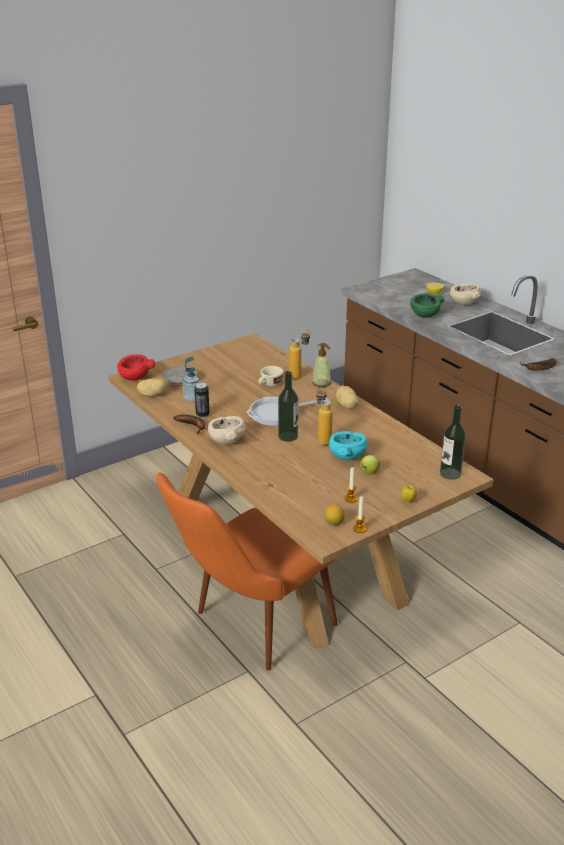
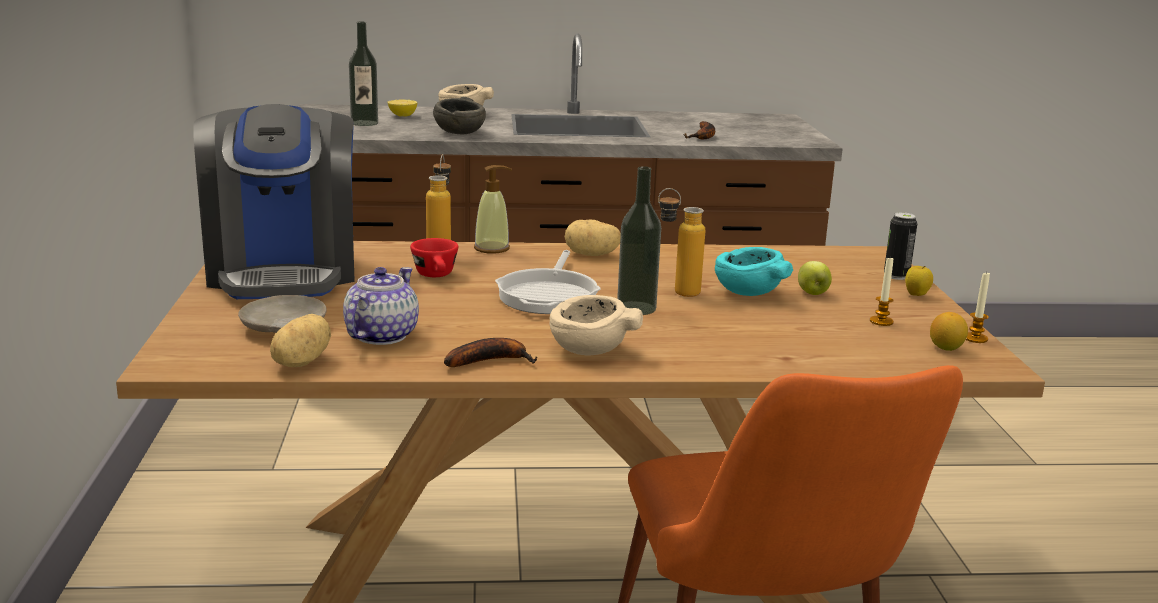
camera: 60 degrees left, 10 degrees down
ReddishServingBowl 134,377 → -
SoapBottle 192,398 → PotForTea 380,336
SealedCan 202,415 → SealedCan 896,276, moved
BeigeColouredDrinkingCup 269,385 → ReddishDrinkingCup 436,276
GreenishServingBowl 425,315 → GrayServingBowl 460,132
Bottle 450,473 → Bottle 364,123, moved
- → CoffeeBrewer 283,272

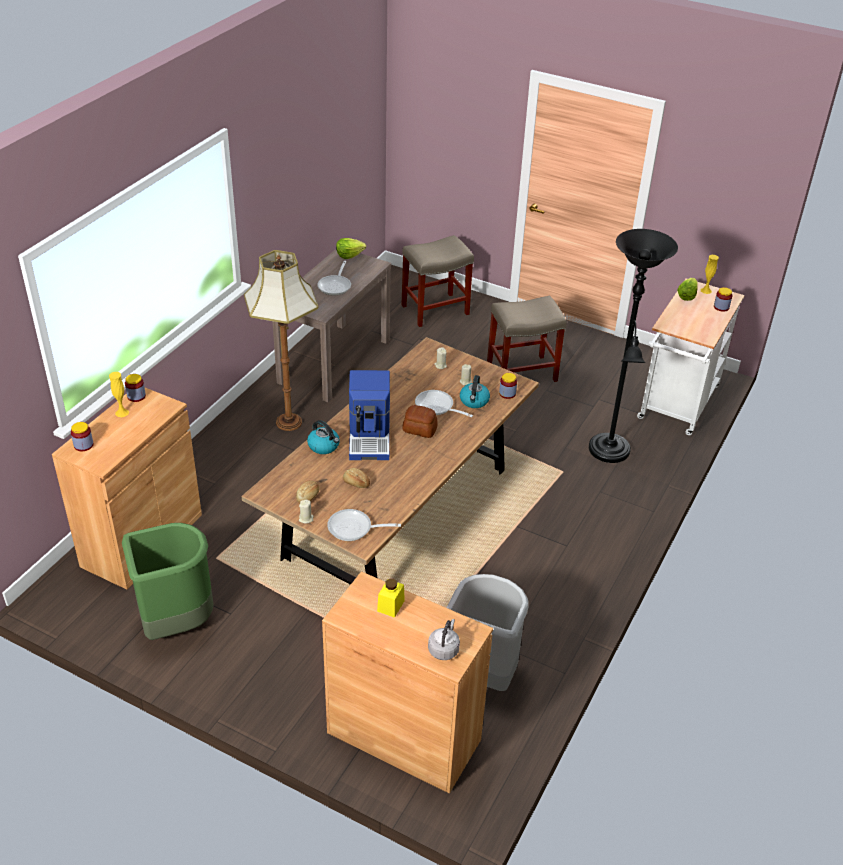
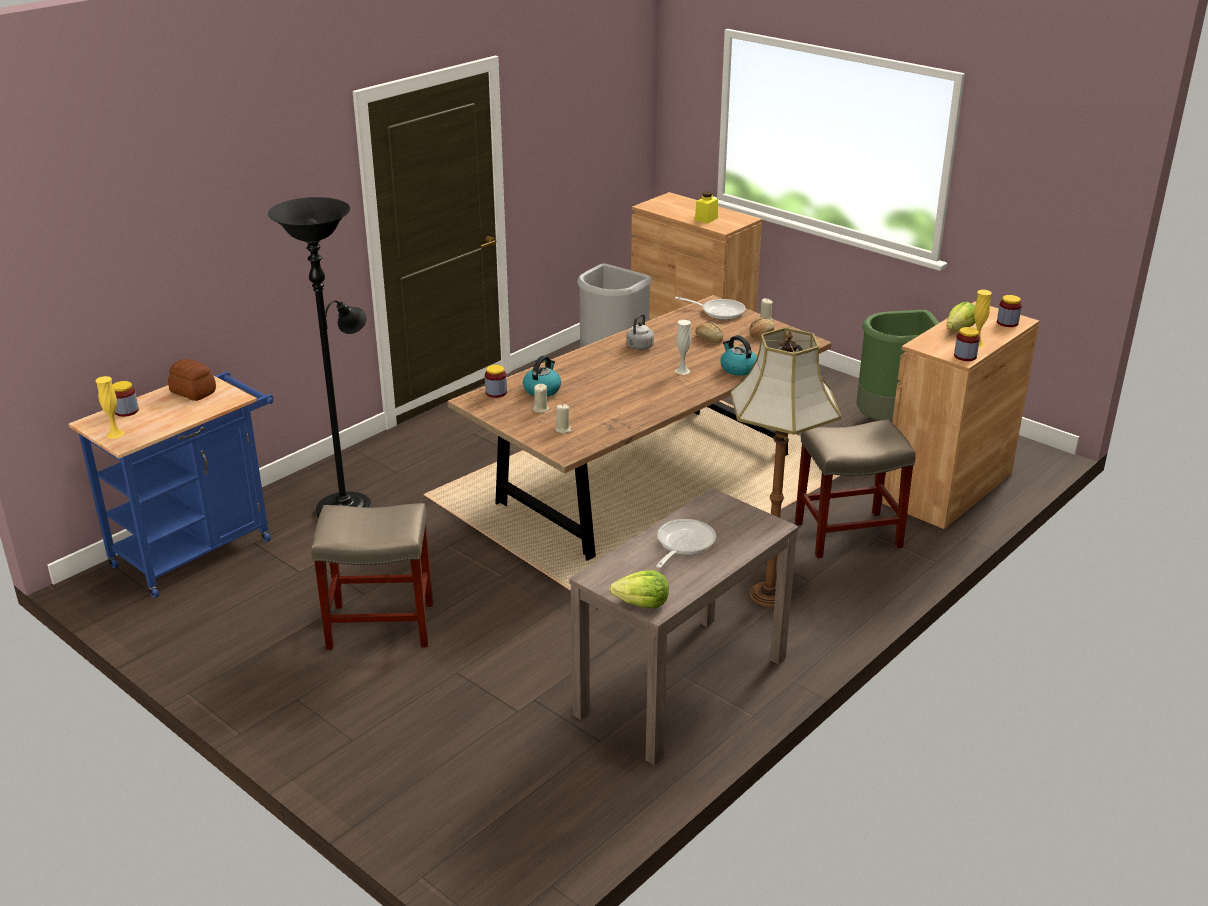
camera: 165 degrees left, 10 degrees down
CoffeeBrewer 370,437 → WhiteColouredDecorativeVase 682,371
BeigeColouredStool 436,309 → BeigeColouredStool 846,535, moved
Bread 419,429 → Bread 193,392, moved
FryingPan 437,407 → -
GrayWaterKettle 444,649 → GrayWaterKettle 639,347, moved
WhiteColouredWheeledCart 677,406 → BlueWheeledCart 200,548
LettuceHead 686,296 → LettuceHead 960,330, moved

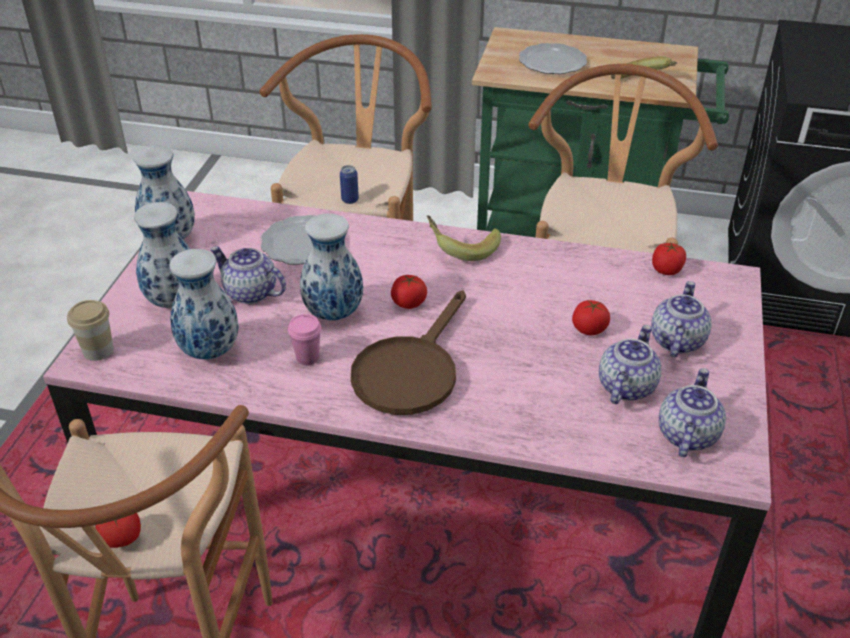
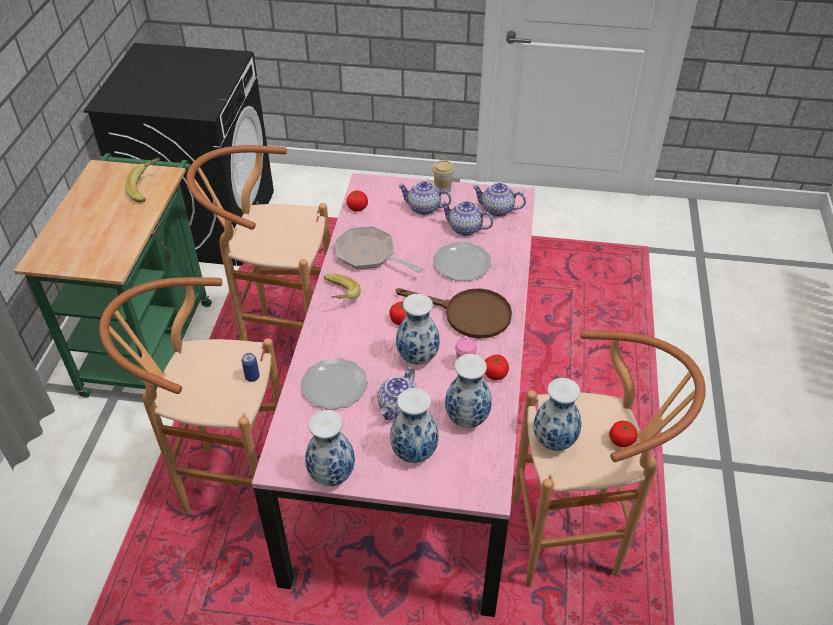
camera: 95 degrees left, 5 degrees up
DrinkingCup 98,350 → DrinkingCup 442,189, moved
FlatDish 552,61 → FlatDish 461,263, moved
WholeTomato 589,329 → WholeTomato 495,374, moved
- → FryingPan 369,255
- → DecorativeVase 554,442

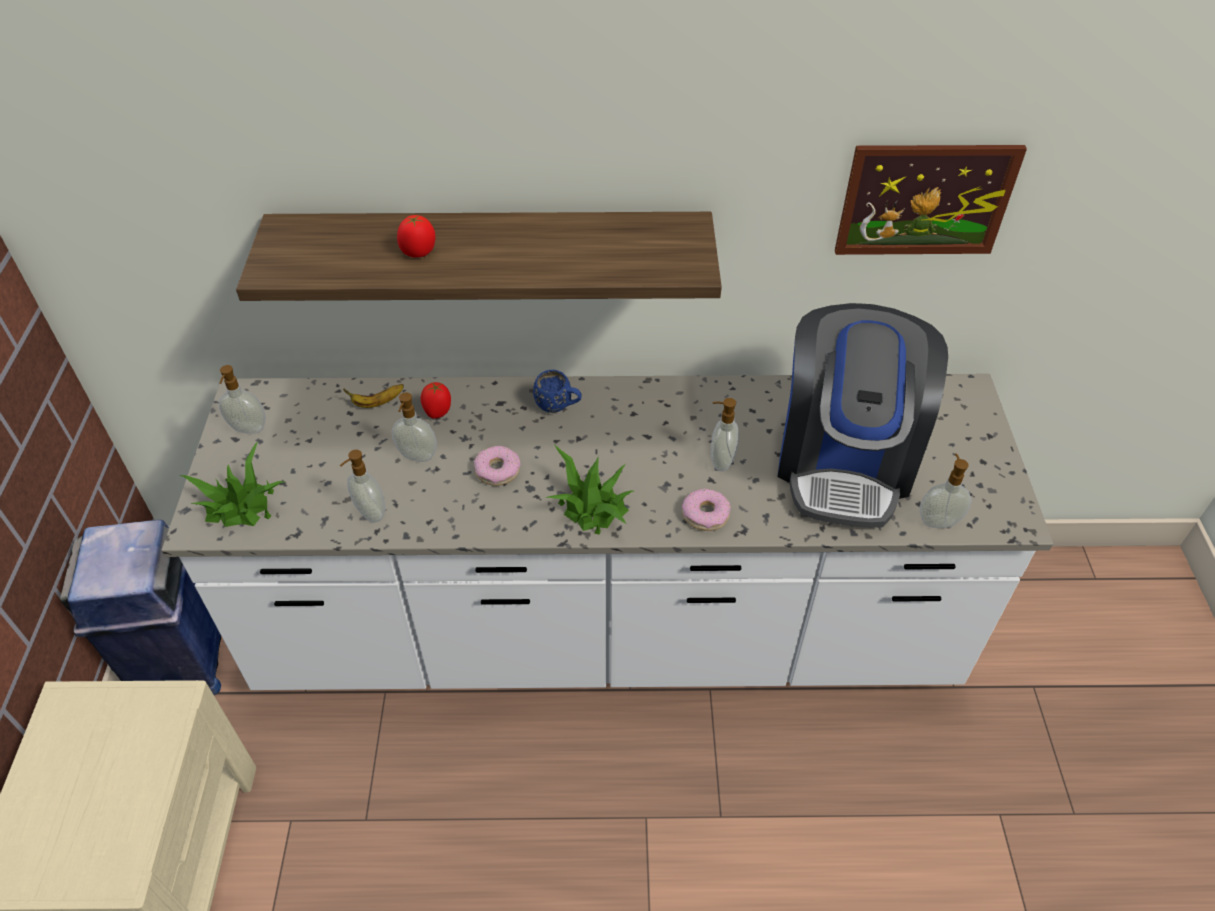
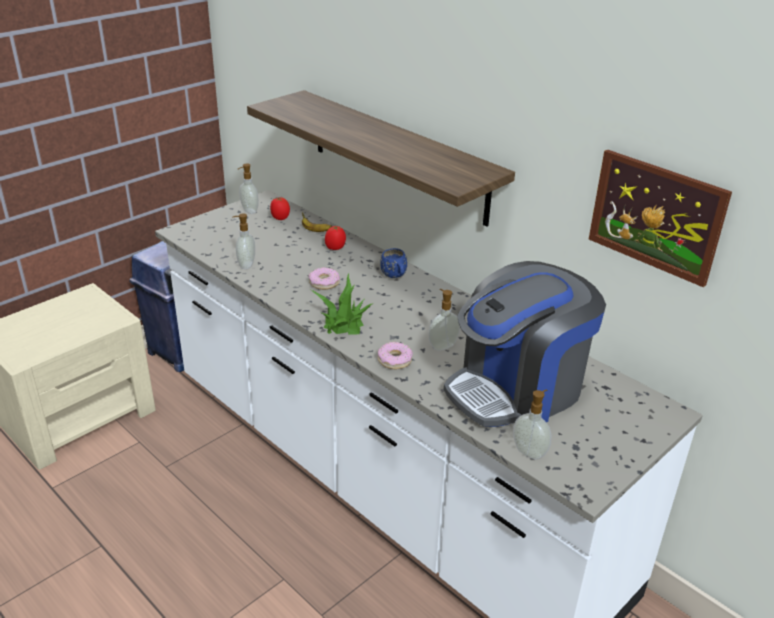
camera: 45 degrees right, 15 degrees down
Houseplant 241,505 → -
SoapBottle 417,456 → -
WholeTomato 419,252 → WholeTomato 280,218, moved

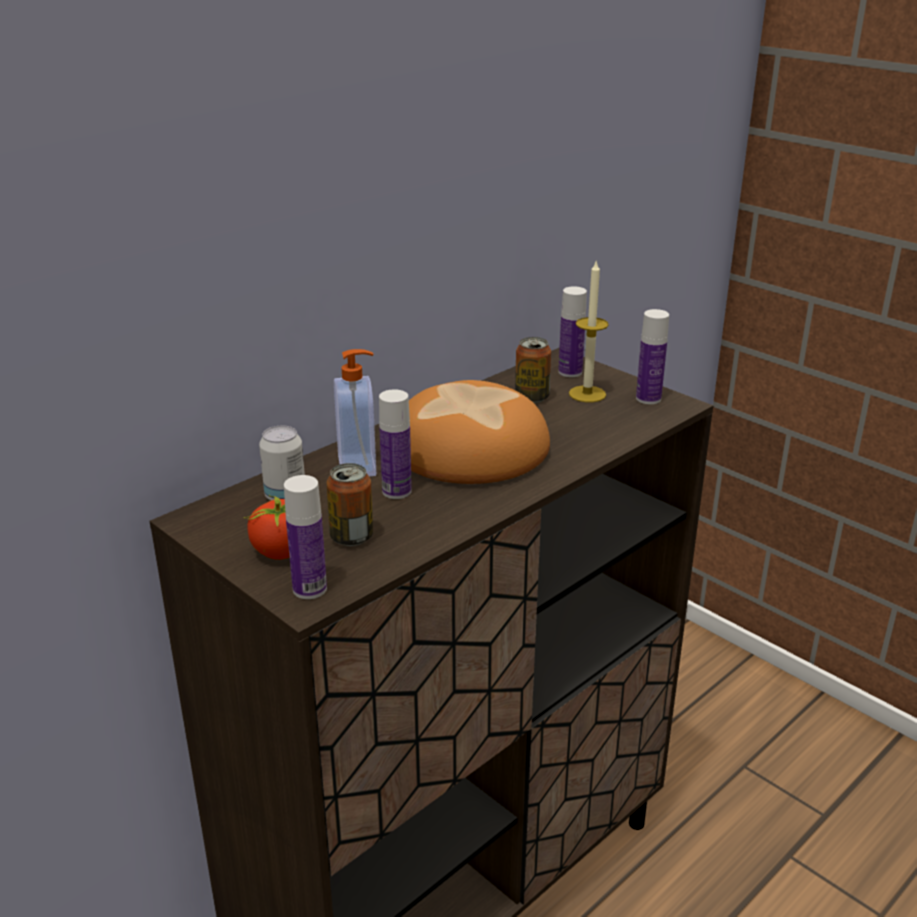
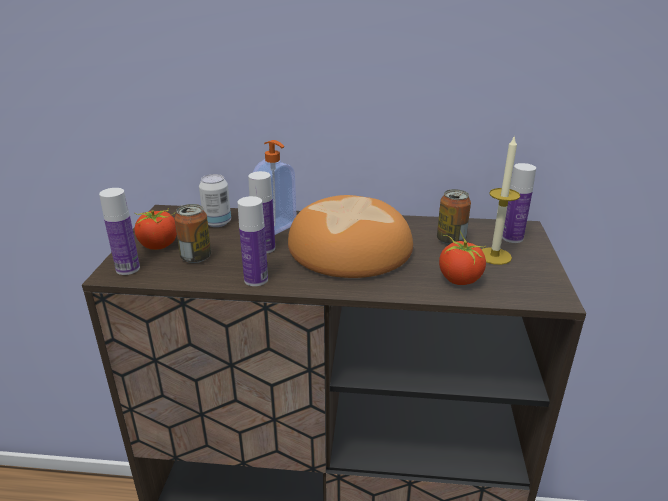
camera: 50 degrees right, 0 degrees up
Bottle 648,398 → Bottle 256,279, moved
- → WholeTomato 459,279

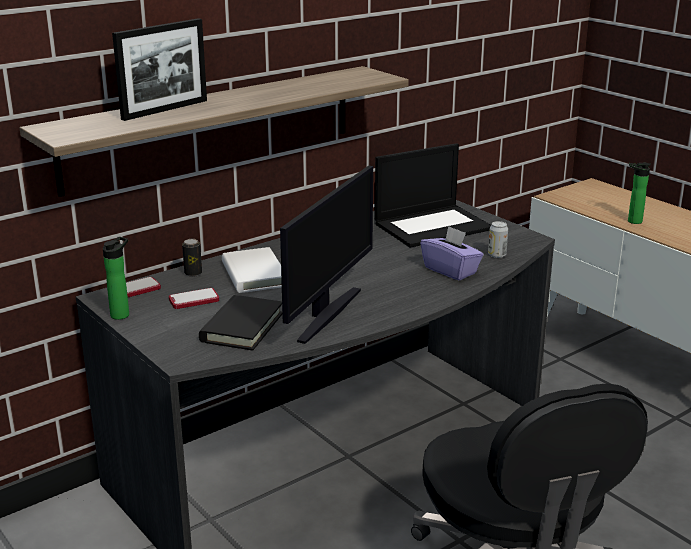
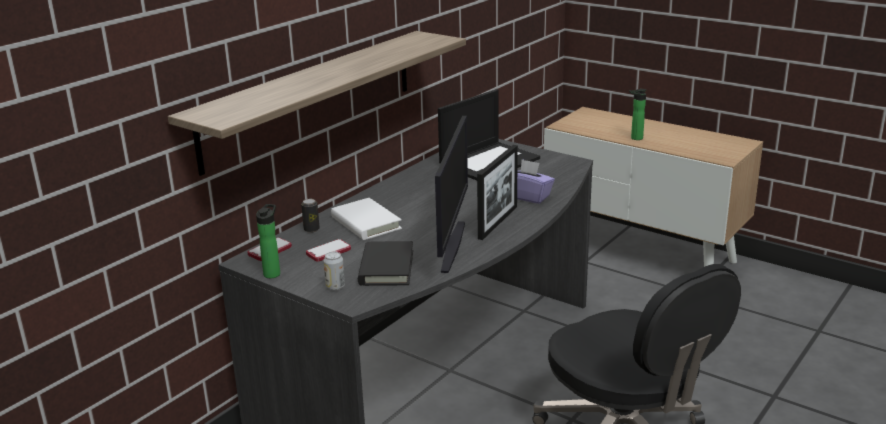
camera: 15 degrees left, 0 degrees up
StandingFrame 165,110 → StandingFrame 498,222, moved
SealedCan 497,255 → SealedCan 335,286, moved

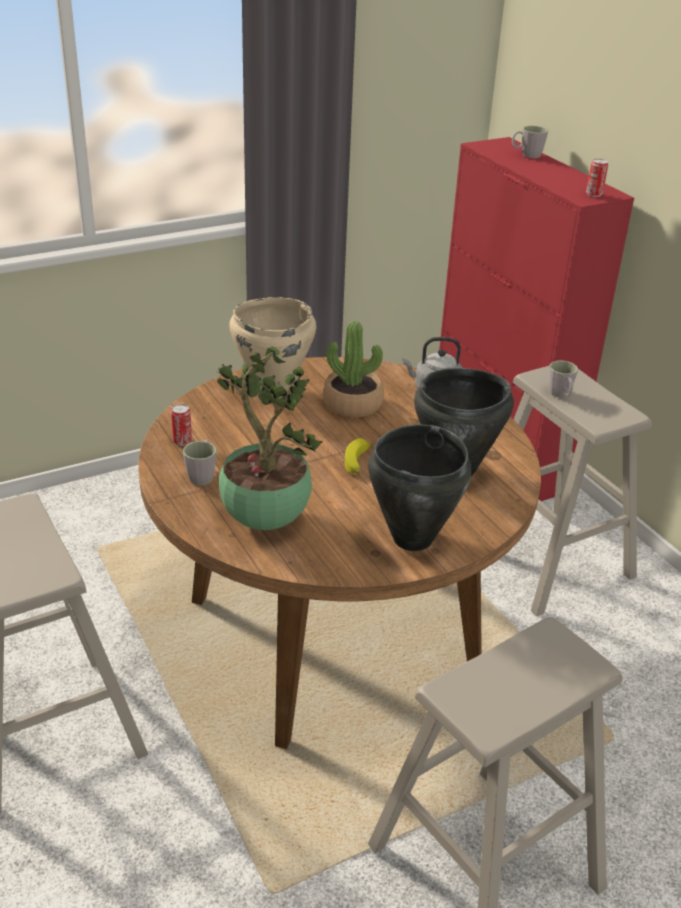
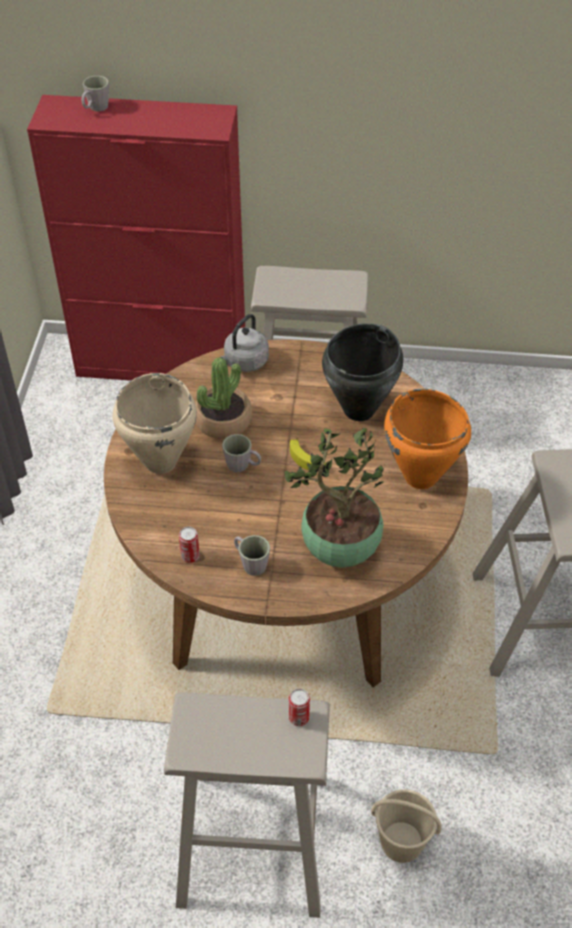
camera: 55 degrees left, 15 degrees up
BlackColouredCookingPot 411,538 → OrangeColouredCookingPot 420,477
GrayCoffeeMug 561,395 → GrayCoffeeMug 242,466, moved
SealedCan 594,194 → SealedCan 299,718, moved
- → BeigeColouredBucket 400,841

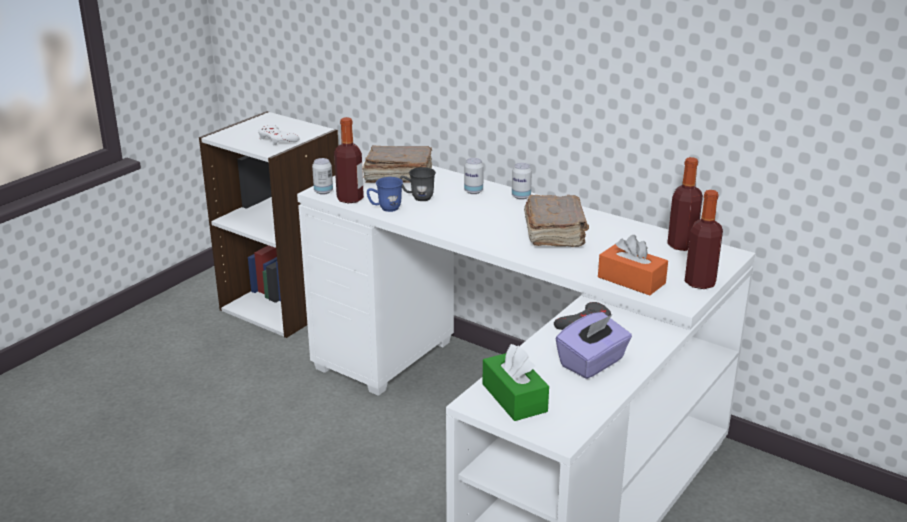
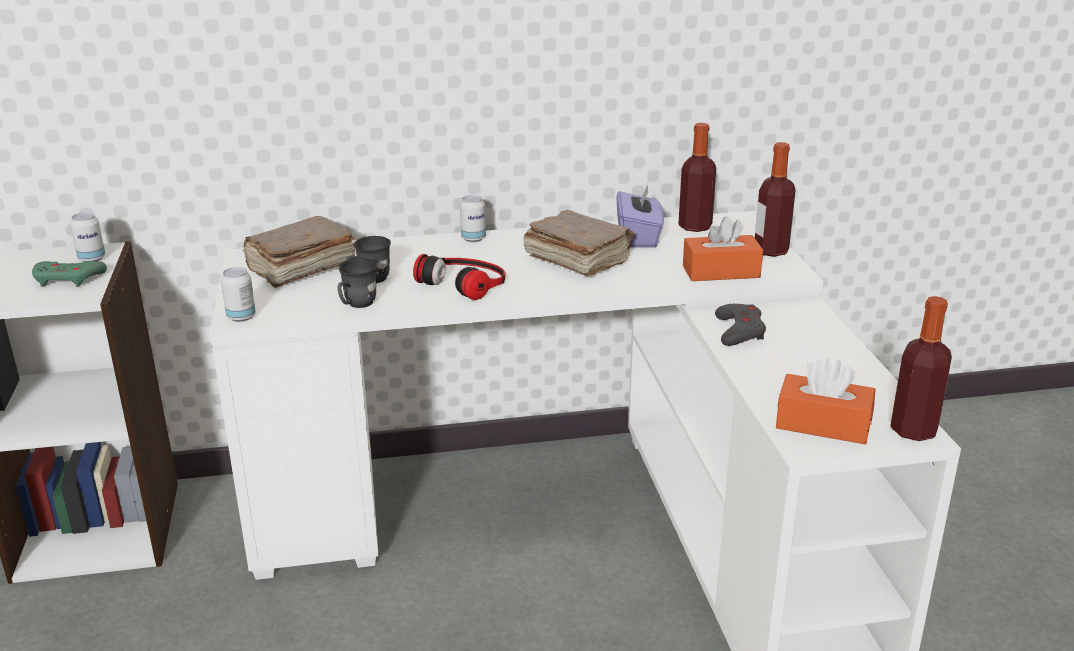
camera: 45 degrees left, 0 degrees up
WhiteColouredJoypad 277,139 → GreenishJoypad 68,279
Bottle 350,199 → Bottle 913,430, moved
BlueCoffeeMug 385,208 → GrayCoffeeMug 356,305
SealedCan 473,191 → SealedCan 92,259, moved
GreenishTissueBox 514,398 → OrangeColouredTissueBox 823,424
PurplishTissueBox 592,363 → PurplishTissueBox 638,237, moved
- → Headphones 465,281

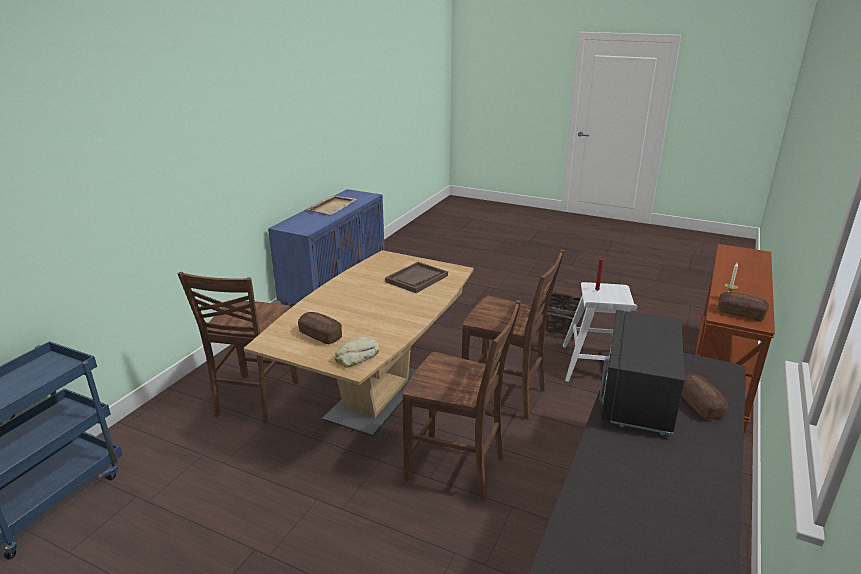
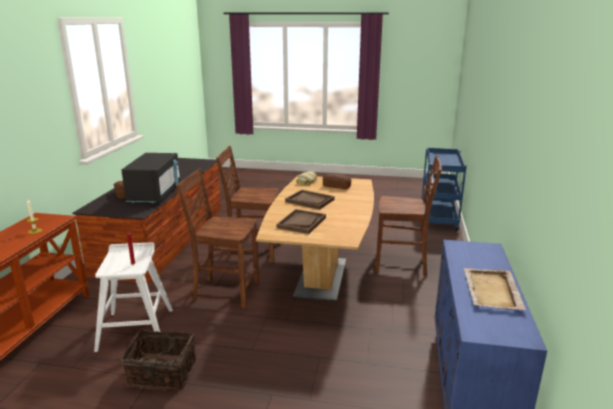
camera: 165 degrees right, 5 degrees down
BrownColouredUprightChair 255,399 → BrownColouredUprightChair 402,265, 105 degrees clockwise
Bread 740,313 → -
- → BrownColouredCarryingTray 310,201

